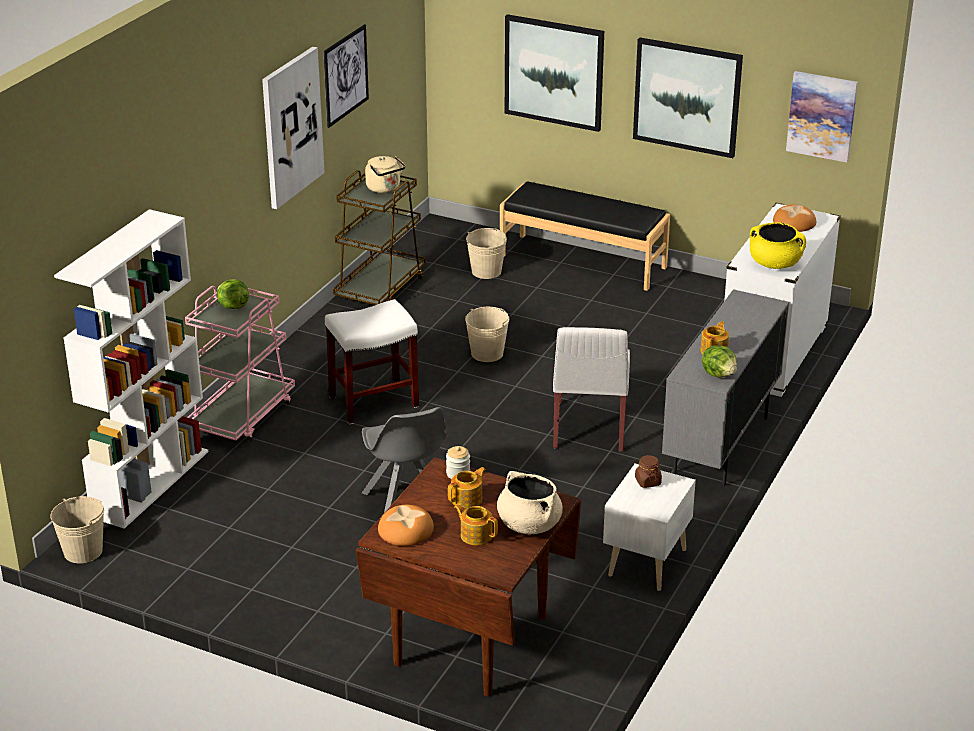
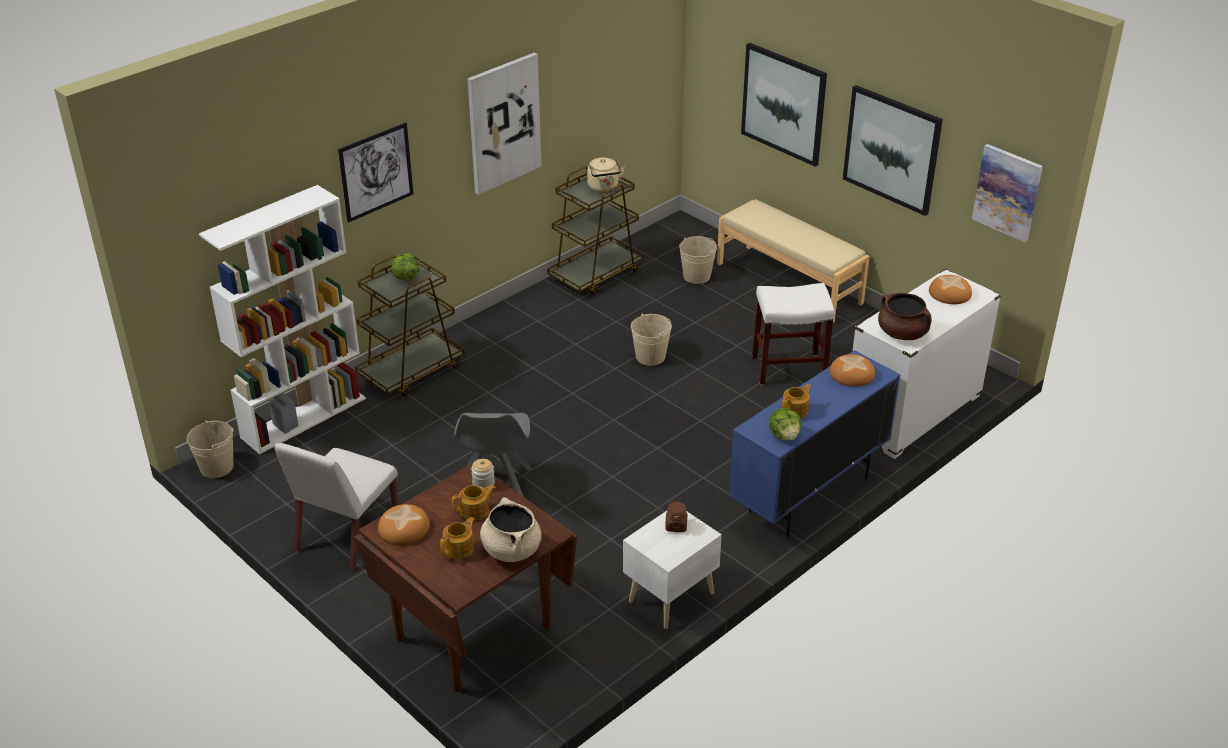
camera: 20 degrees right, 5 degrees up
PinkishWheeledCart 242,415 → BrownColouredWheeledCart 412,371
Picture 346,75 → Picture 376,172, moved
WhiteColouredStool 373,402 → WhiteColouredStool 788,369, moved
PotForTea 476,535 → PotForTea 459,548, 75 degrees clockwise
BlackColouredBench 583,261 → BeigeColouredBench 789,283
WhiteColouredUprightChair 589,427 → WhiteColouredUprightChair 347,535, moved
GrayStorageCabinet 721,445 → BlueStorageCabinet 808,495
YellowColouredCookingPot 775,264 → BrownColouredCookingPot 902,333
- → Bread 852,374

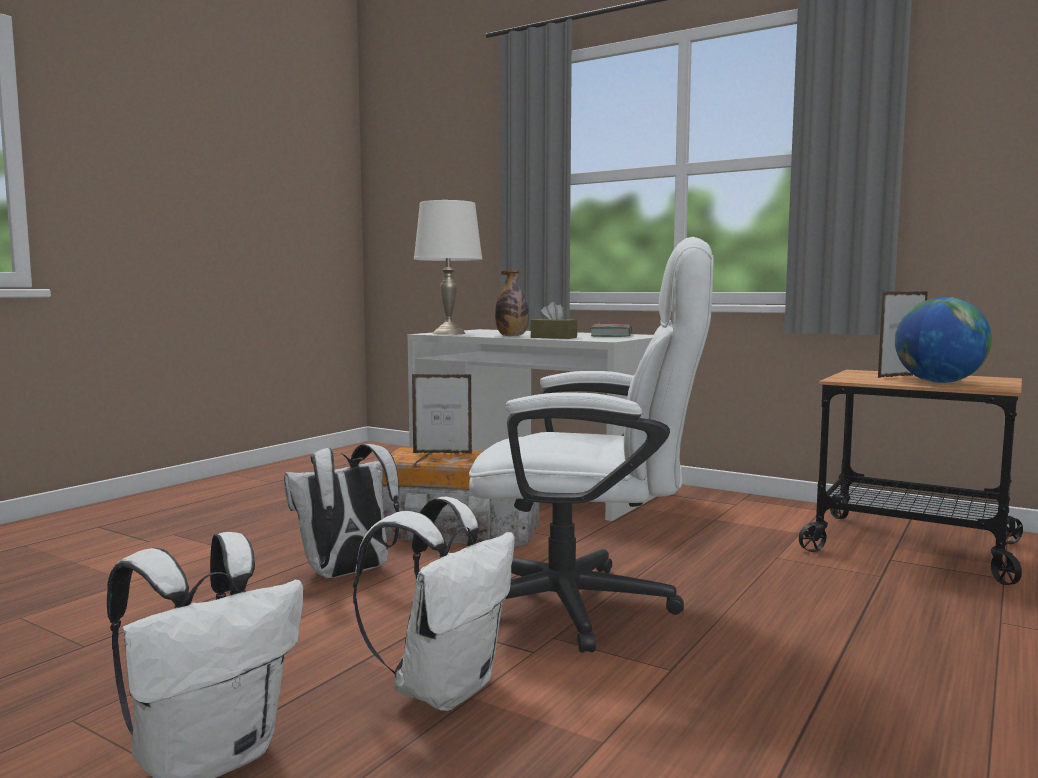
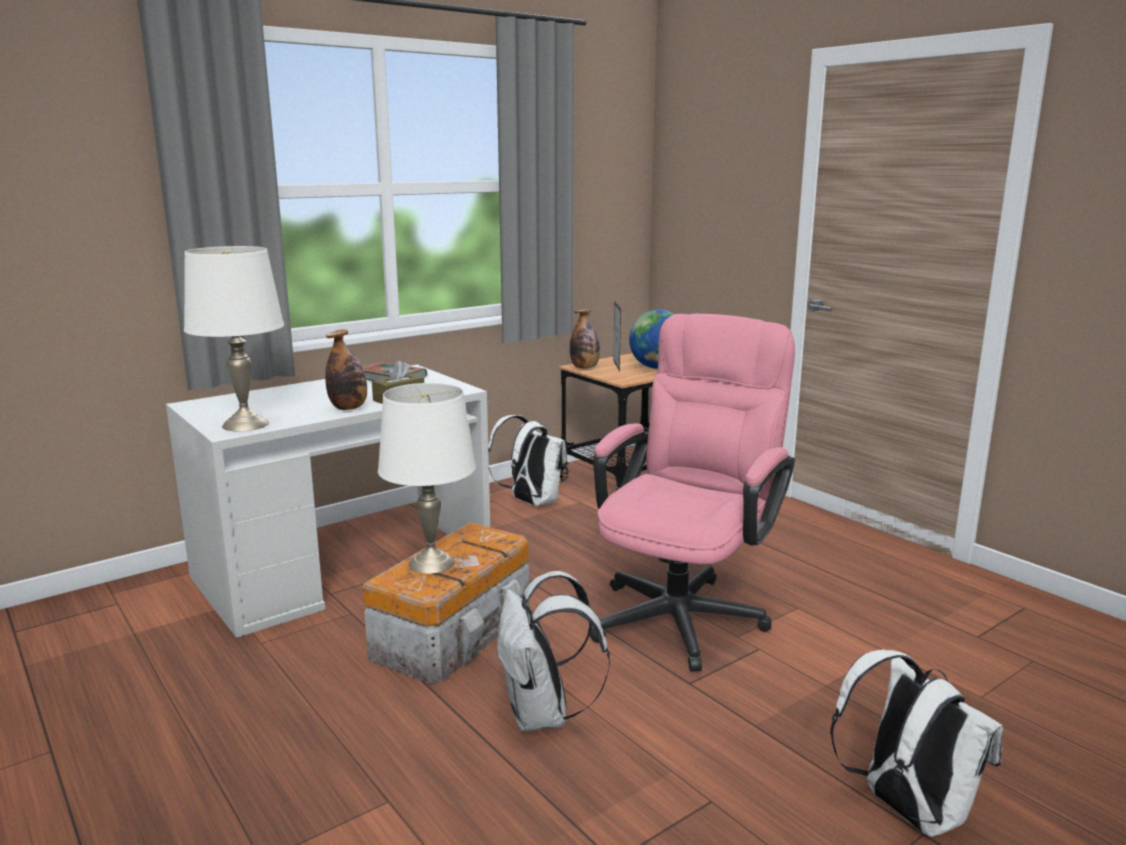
camera: 70 degrees left, 10 degrees up
WhiteColouredKnapsack 444,688 → WhiteColouredKnapsack 531,502, moved
StandingFrame 442,453 → WhiteColouredTabletopLamp 431,563
WhiteColouredOfficeChair 587,606 → PinkishOfficeChair 685,611
- → Bottle 584,368

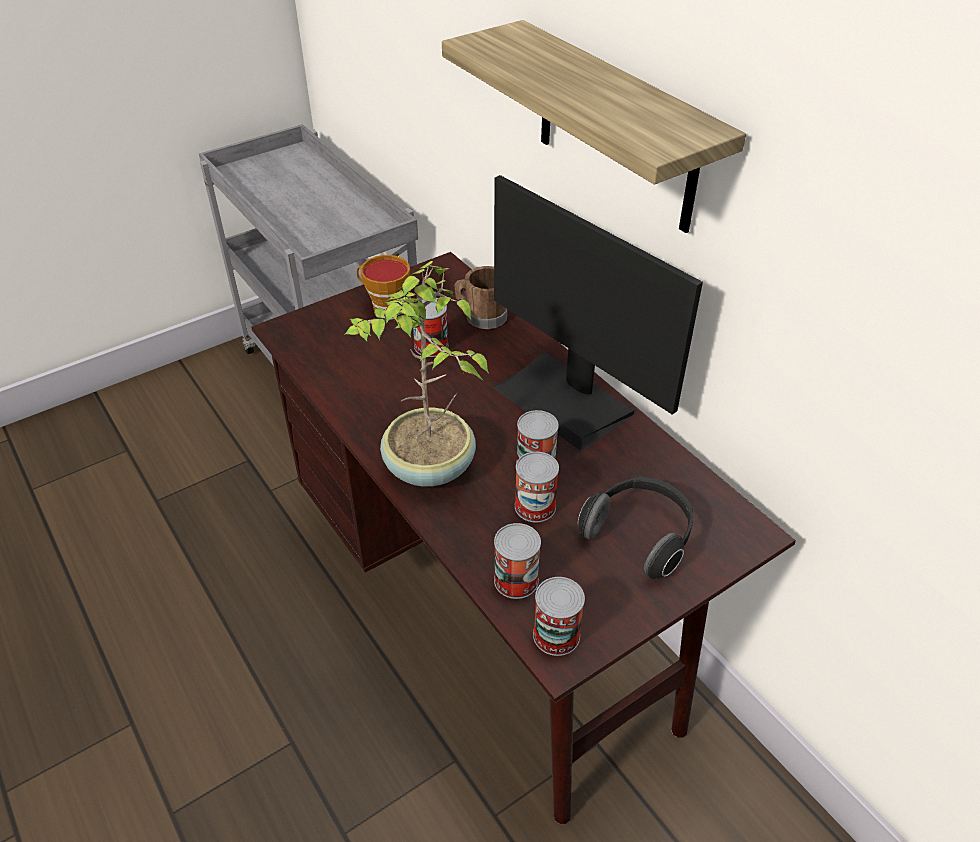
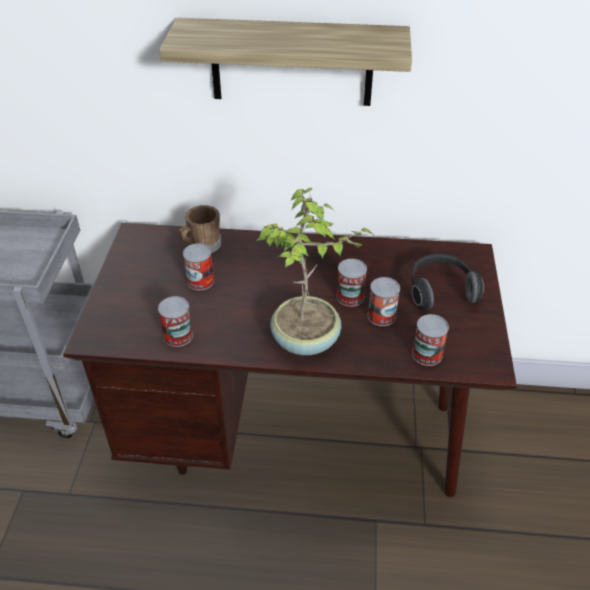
camera: 50 degrees left, 0 degrees up
DrinkingCup 384,305 → -
ComputerScreen 565,399 → -
SealedCan 556,635 → SealedCan 178,335, moved

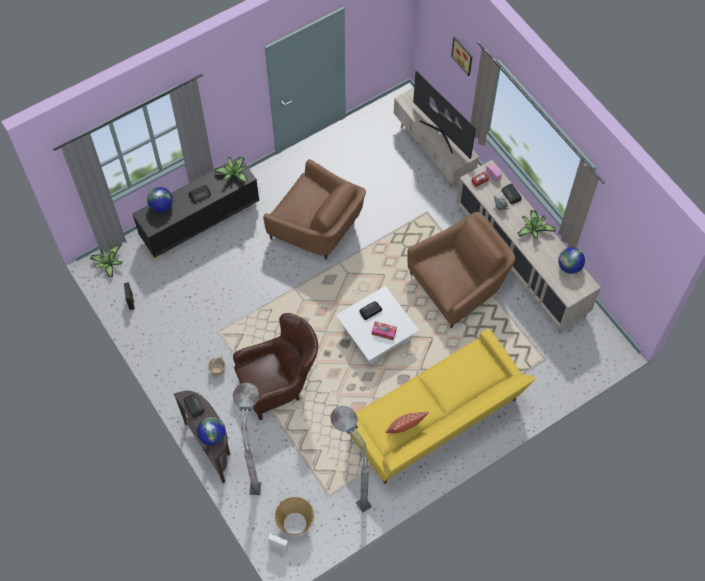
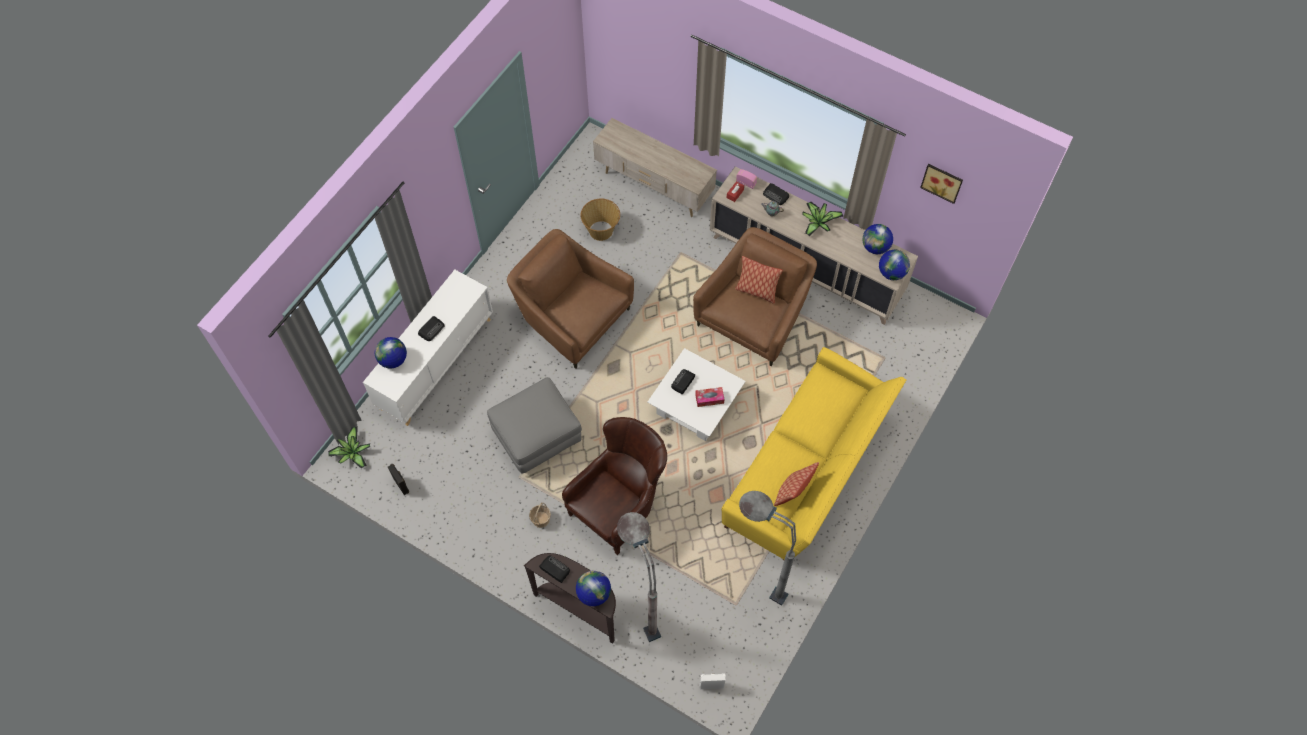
camera: 25 degrees left, 0 degrees up
BlackColouredStorageCabinet 201,222 → WhiteColouredStorageCabinet 436,363
Houseplant 234,174 → -
BrownColouredLoungeChair 317,228 → BrownColouredLoungeChair 571,317, 150 degrees counterclockwise
HouseholdBasket 295,523 → HouseholdBasket 601,230, moved
Television 442,132 → -
Picture 463,55 → Picture 942,181, moved
- → GrayOttoman 537,436
- → ThrowPillow 756,291
- → DeskGlobe 891,273

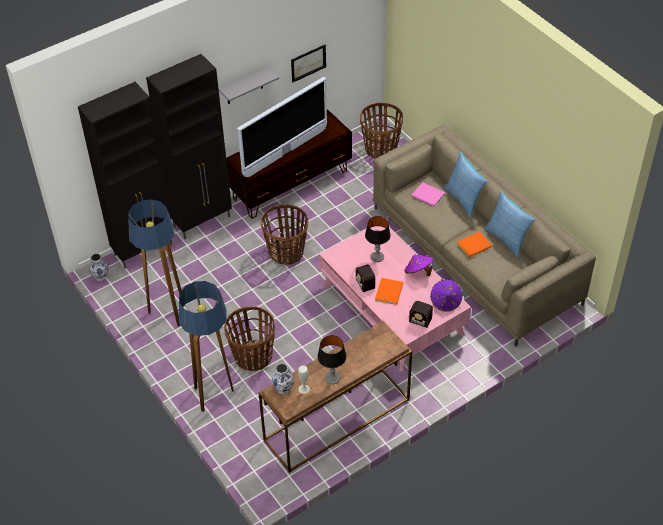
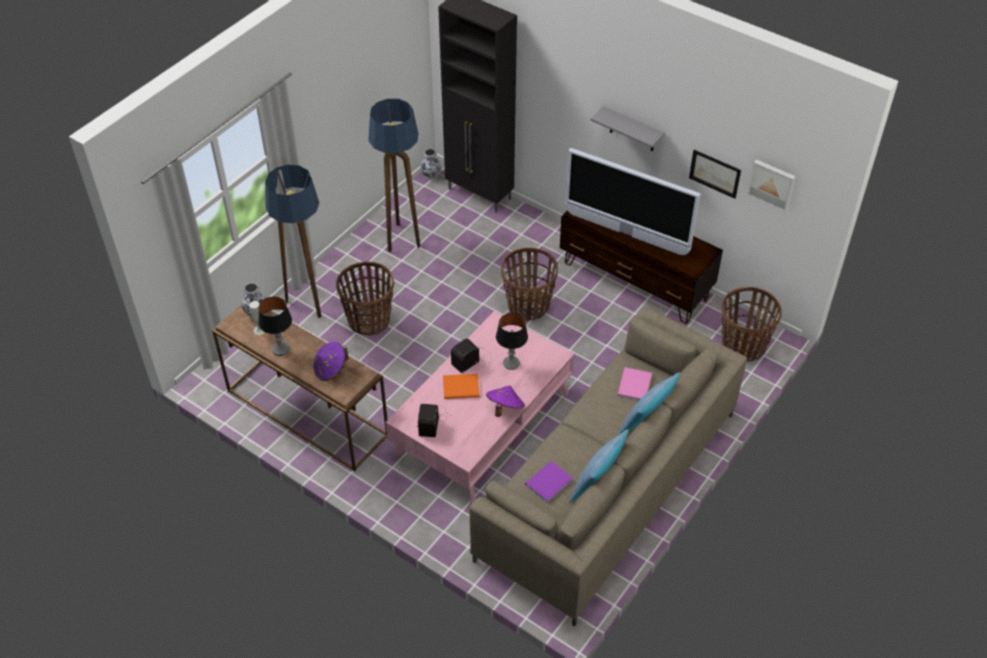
camera: 70 degrees right, 0 degrees up
BlackColouredStorageCabinet 203,221 → -
PurplishHat 445,301 → PurplishHat 330,369, moved
OrangeColouredBoundBook 475,245 → -
- → PurplishBoundBook 547,482
- → Picture 772,184

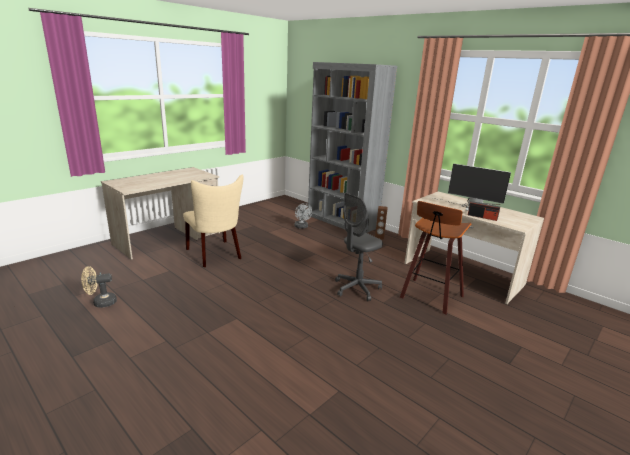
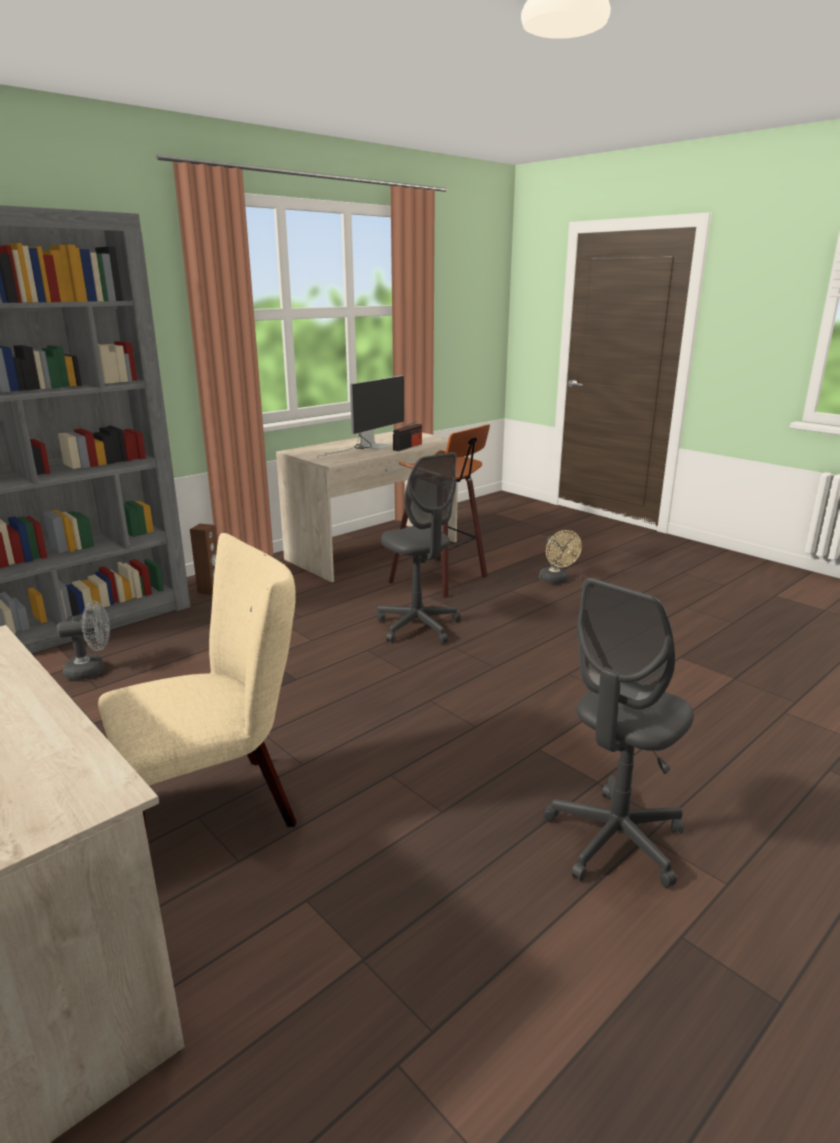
camera: 85 degrees left, 0 degrees up
BeigeColouredCoolingFan 101,303 → BeigeColouredCoolingFan 556,581, moved
- → GrayOfficeChair 614,840

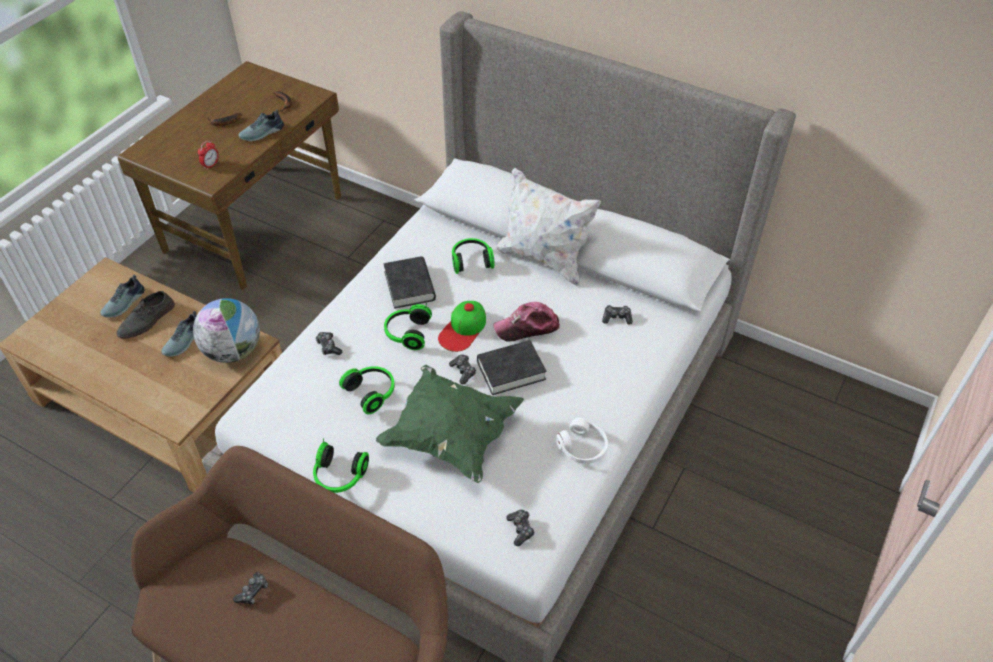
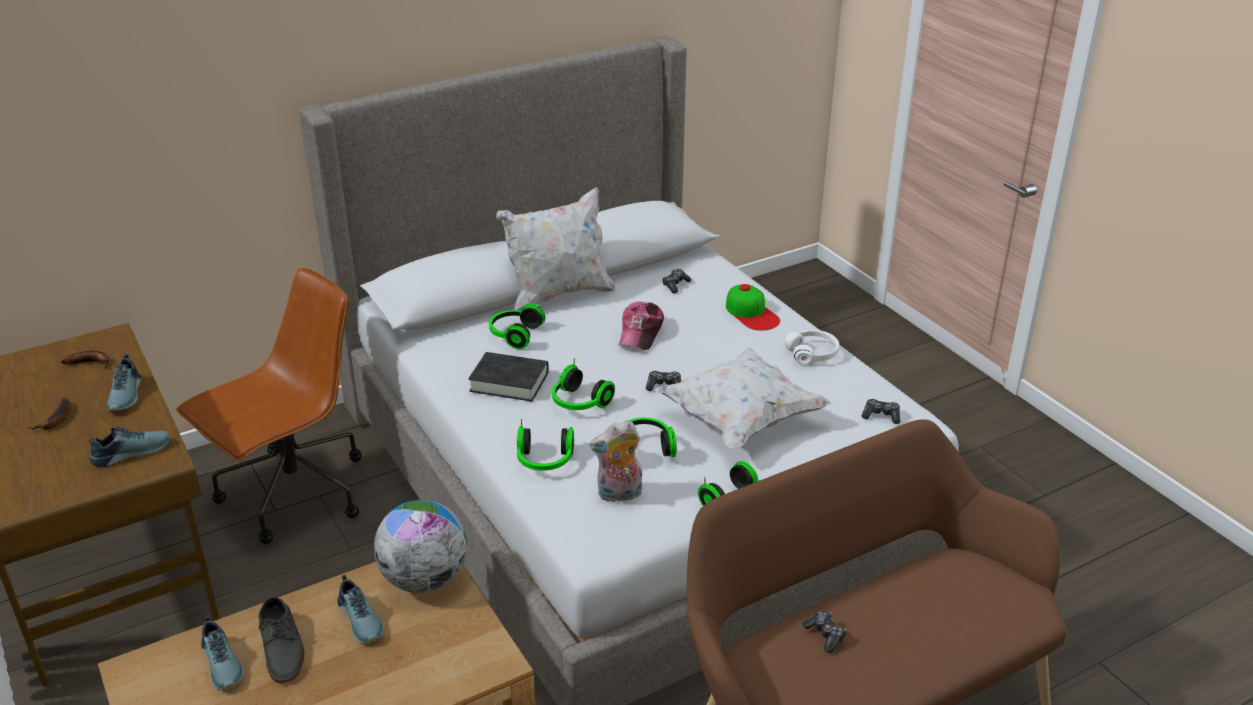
camera: 60 degrees left, 15 degrees down
AlarmClock 211,165 → LowShoe 131,452
Joypad 328,347 → Headphones 545,461
GreenishThrowPillow 451,435 → WhiteColouredThrowPillow 740,420
PeakedCap 463,329 → PeakedCap 752,313, moved
BlackColouredBoundBook 511,371 → -
- → BrownColouredOfficeChair 293,495
- → SoftToy 619,495

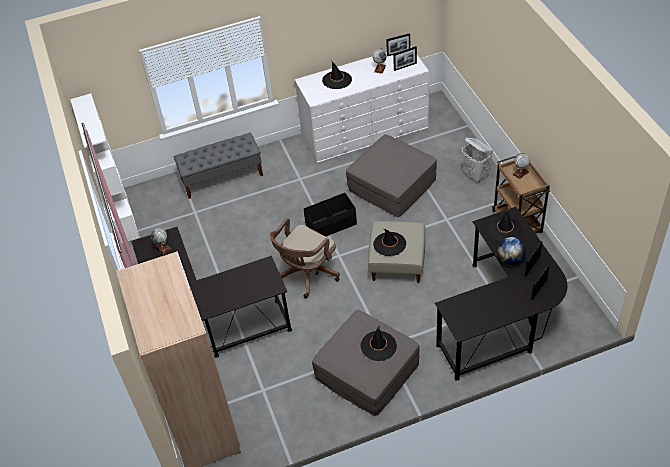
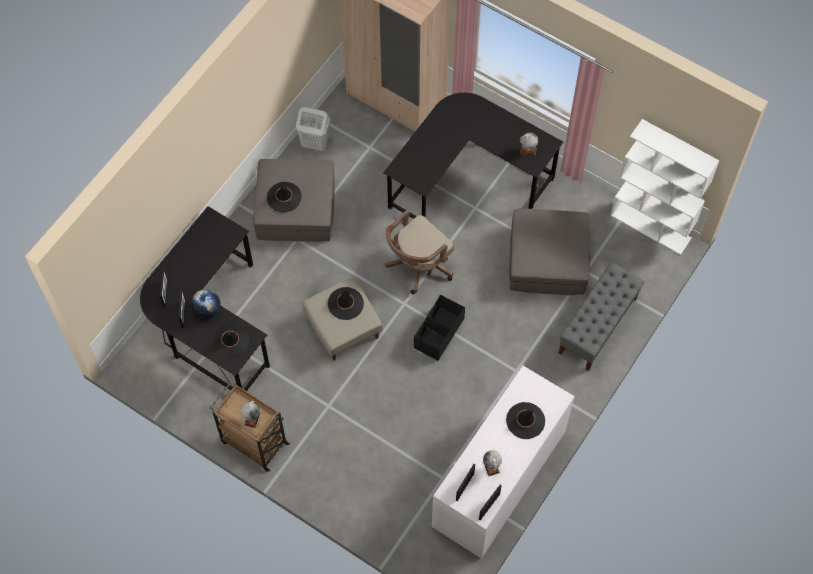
camera: 140 degrees right, 15 degrees up
BrownColouredOfficeChair 306,275 → BrownColouredOfficeChair 418,266, 135 degrees counterclockwise
GrayOttoman 392,185 → GrayOttoman 547,260, moved
WhiteColouredHamper 476,175 → WhiteColouredHamper 314,143, moved

